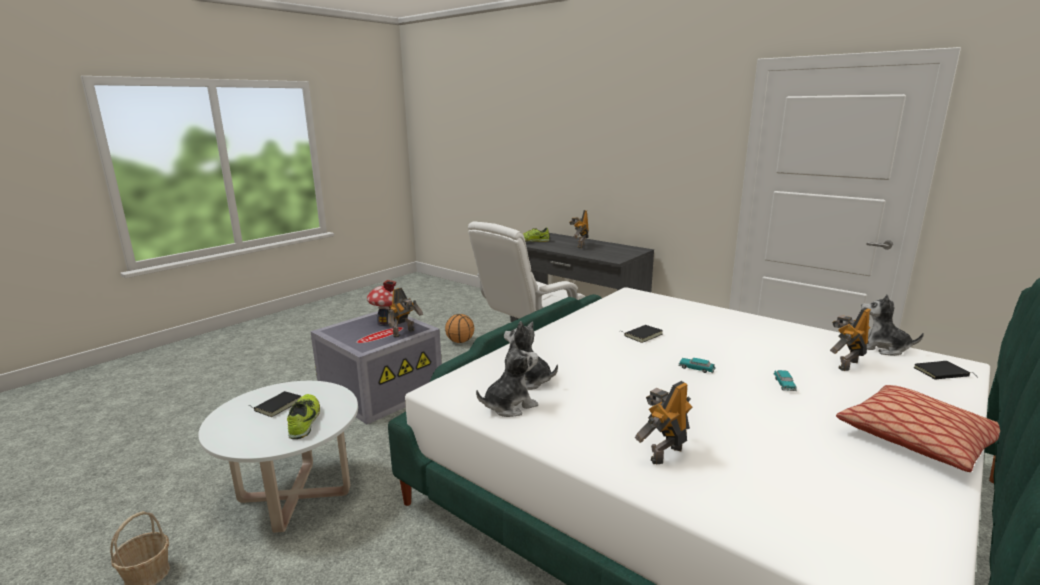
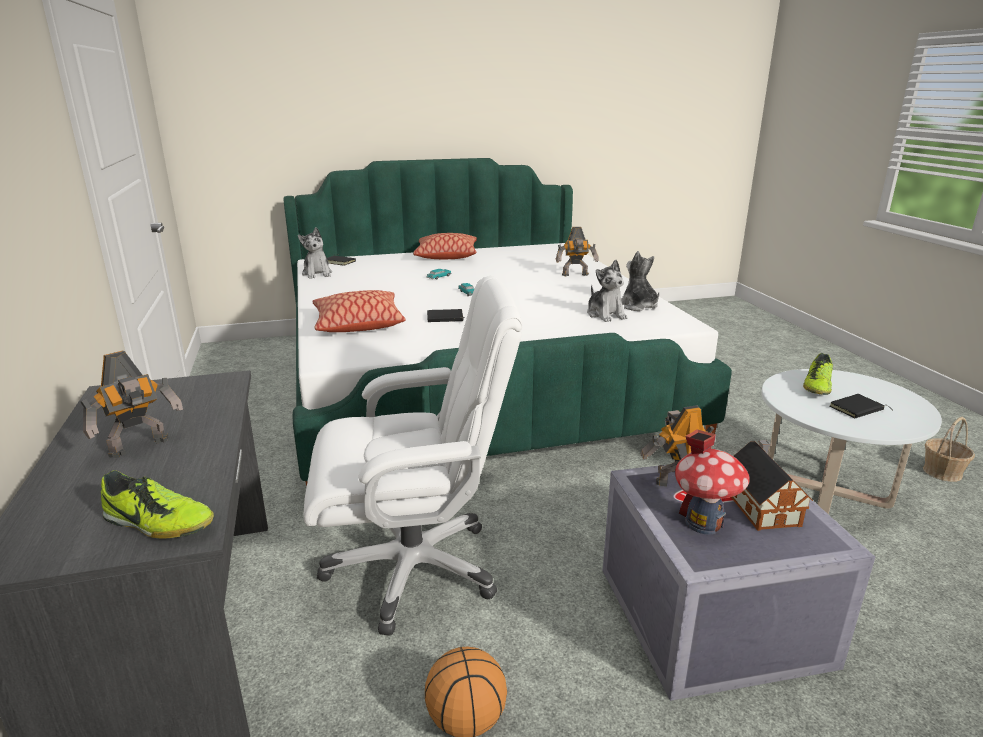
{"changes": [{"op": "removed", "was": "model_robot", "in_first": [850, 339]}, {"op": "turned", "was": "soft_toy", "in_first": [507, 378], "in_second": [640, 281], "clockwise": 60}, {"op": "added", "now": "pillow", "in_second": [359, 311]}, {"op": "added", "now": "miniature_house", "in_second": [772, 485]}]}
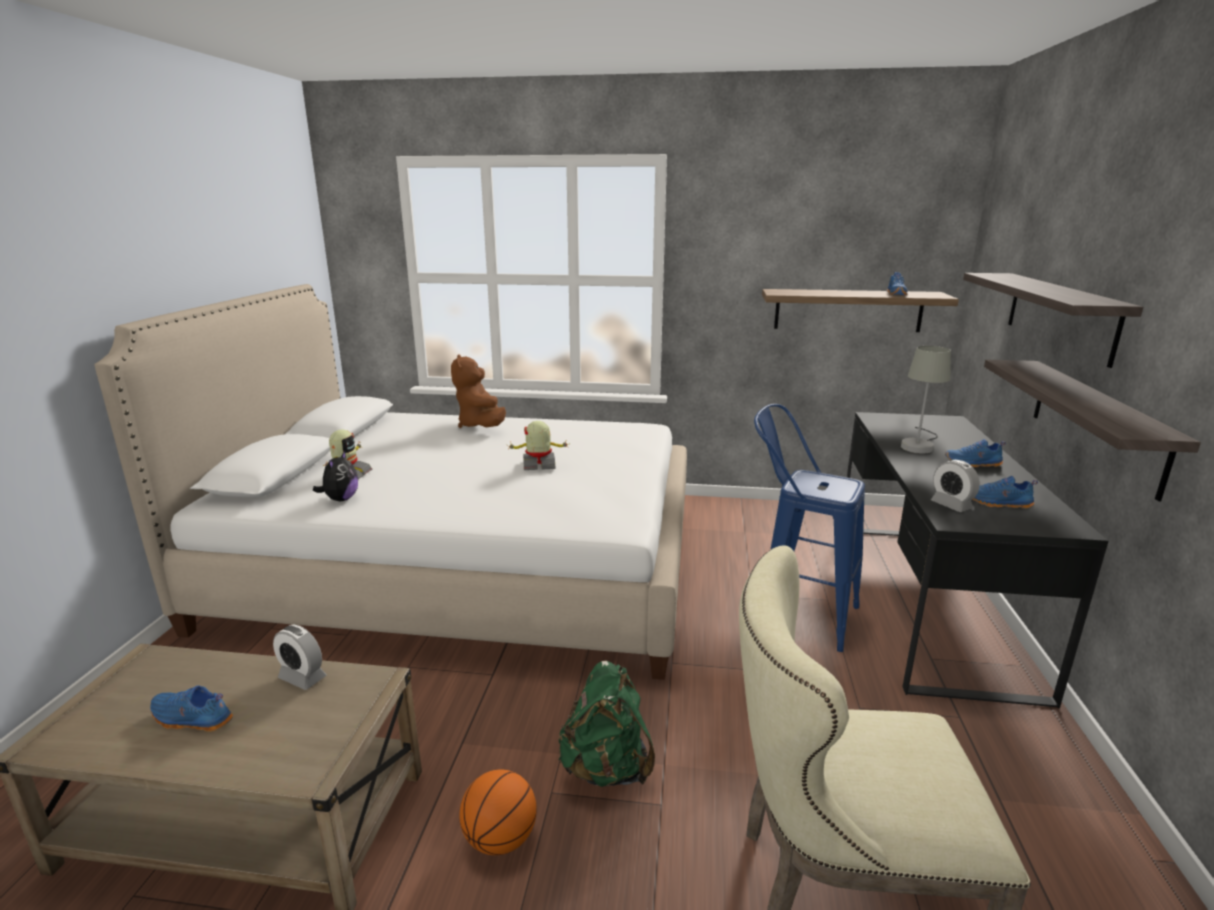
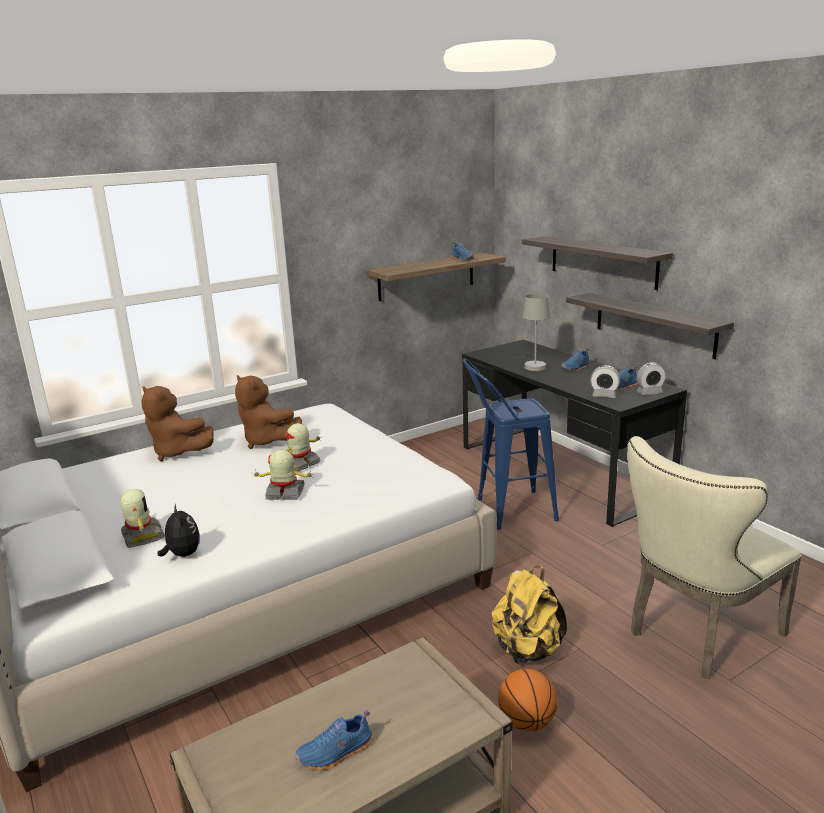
{"changes": [{"op": "moved", "was": "alarm_clock", "in_first": [300, 657], "in_second": [651, 378]}, {"op": "recoloured", "was": "green-coloured_knapsack", "now": "yellow_knapsack", "in_first": [606, 724], "in_second": [529, 615]}, {"op": "added", "now": "brown_soft_toy", "in_second": [268, 412]}, {"op": "added", "now": "model_robot", "in_second": [282, 475]}]}
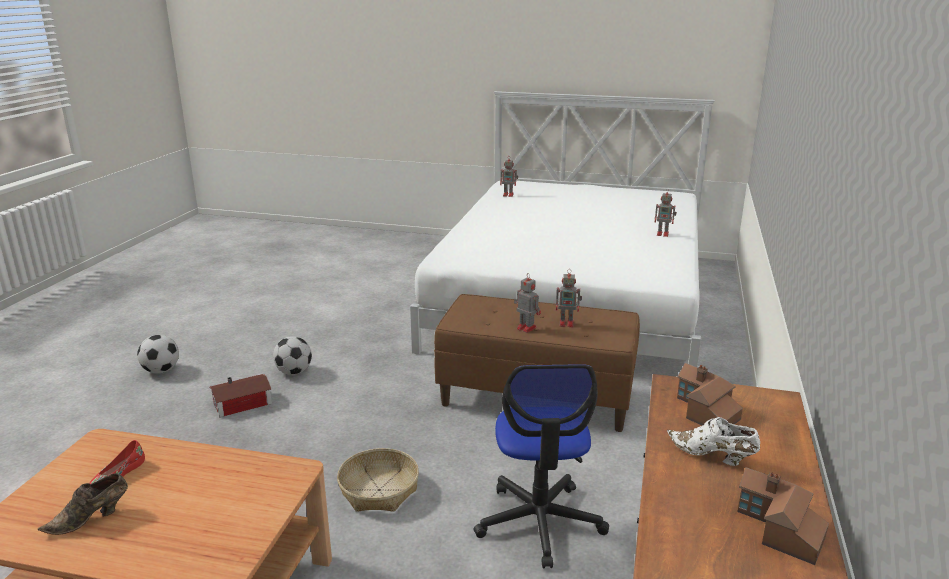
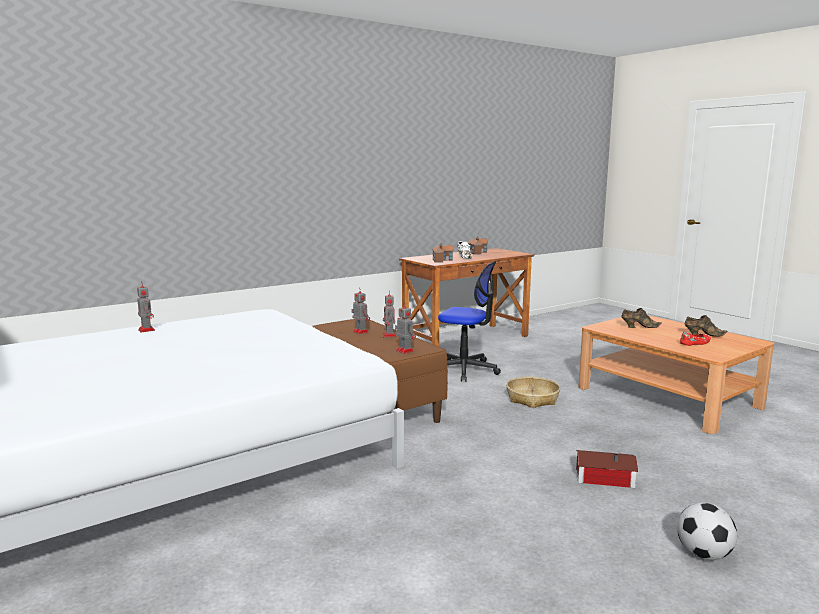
{"changes": [{"op": "moved", "was": "model_robot", "in_first": [509, 178], "in_second": [405, 328]}, {"op": "removed", "was": "football_ball", "in_first": [292, 355]}, {"op": "turned", "was": "office_chair", "in_first": [541, 466], "in_second": [469, 321], "clockwise": 75}, {"op": "added", "now": "brown_low_shoe", "in_second": [642, 318]}]}
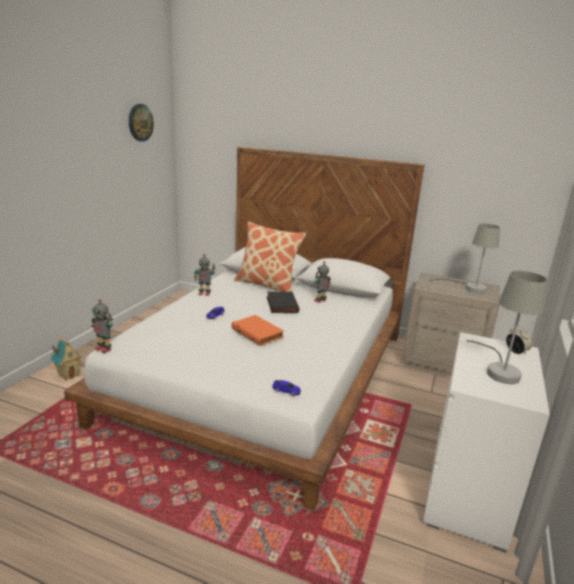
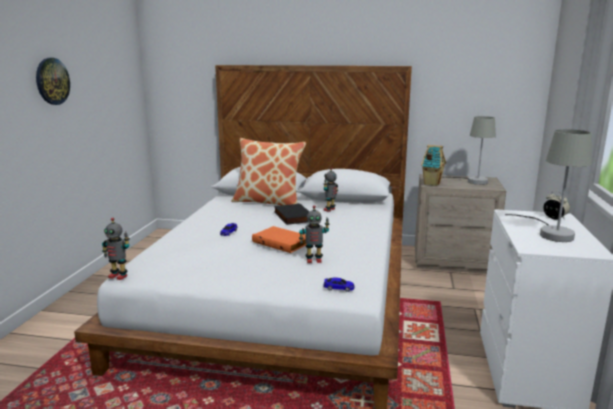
{"changes": [{"op": "moved", "was": "wall_clock", "in_first": [141, 123], "in_second": [53, 81]}, {"op": "moved", "was": "model_robot", "in_first": [204, 275], "in_second": [314, 234]}, {"op": "moved", "was": "miniature_house", "in_first": [66, 359], "in_second": [433, 165]}]}
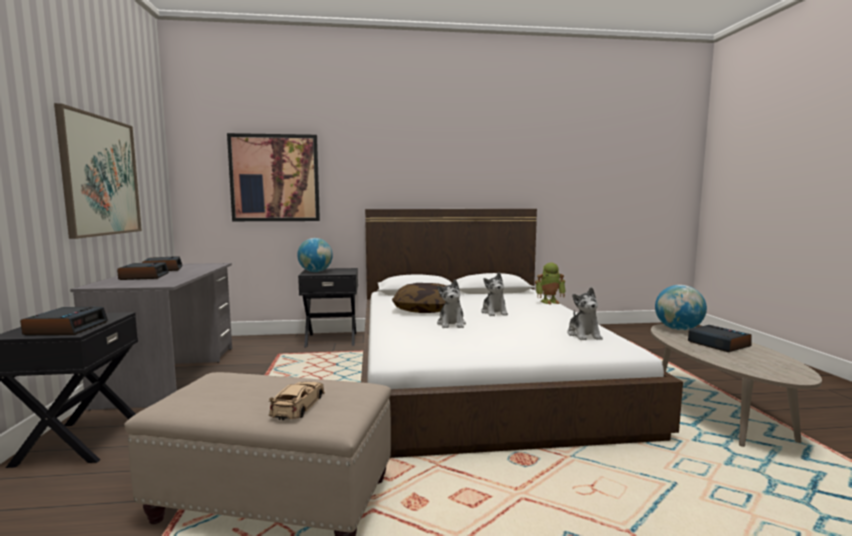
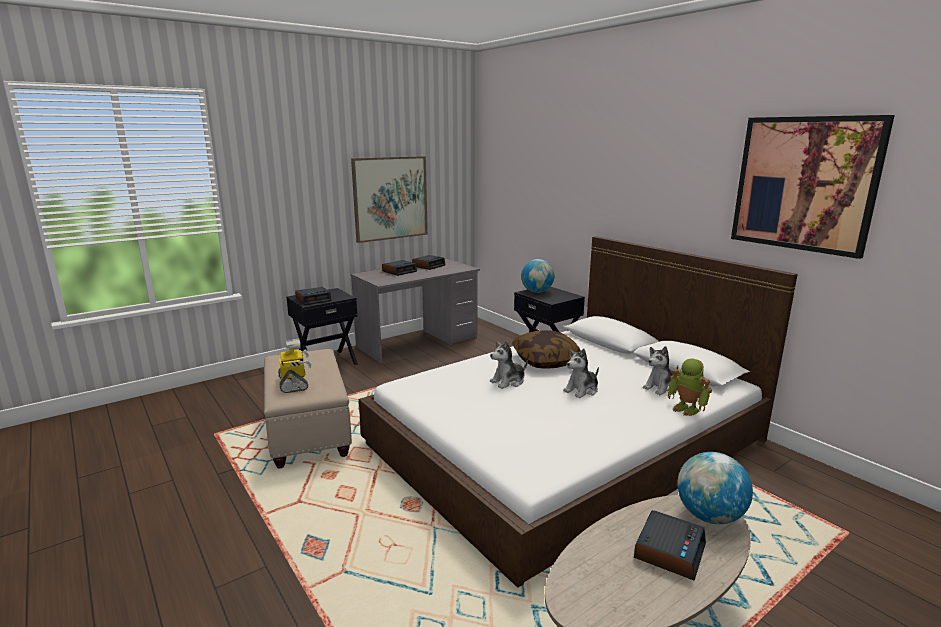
{"changes": [{"op": "moved", "was": "wall_picture", "in_first": [273, 177], "in_second": [813, 187]}, {"op": "moved", "was": "soft_toy", "in_first": [585, 313], "in_second": [660, 370]}, {"op": "replaced", "was": "sand-coloured_model_car", "now": "model_robot", "in_first": [297, 401], "in_second": [294, 366]}]}
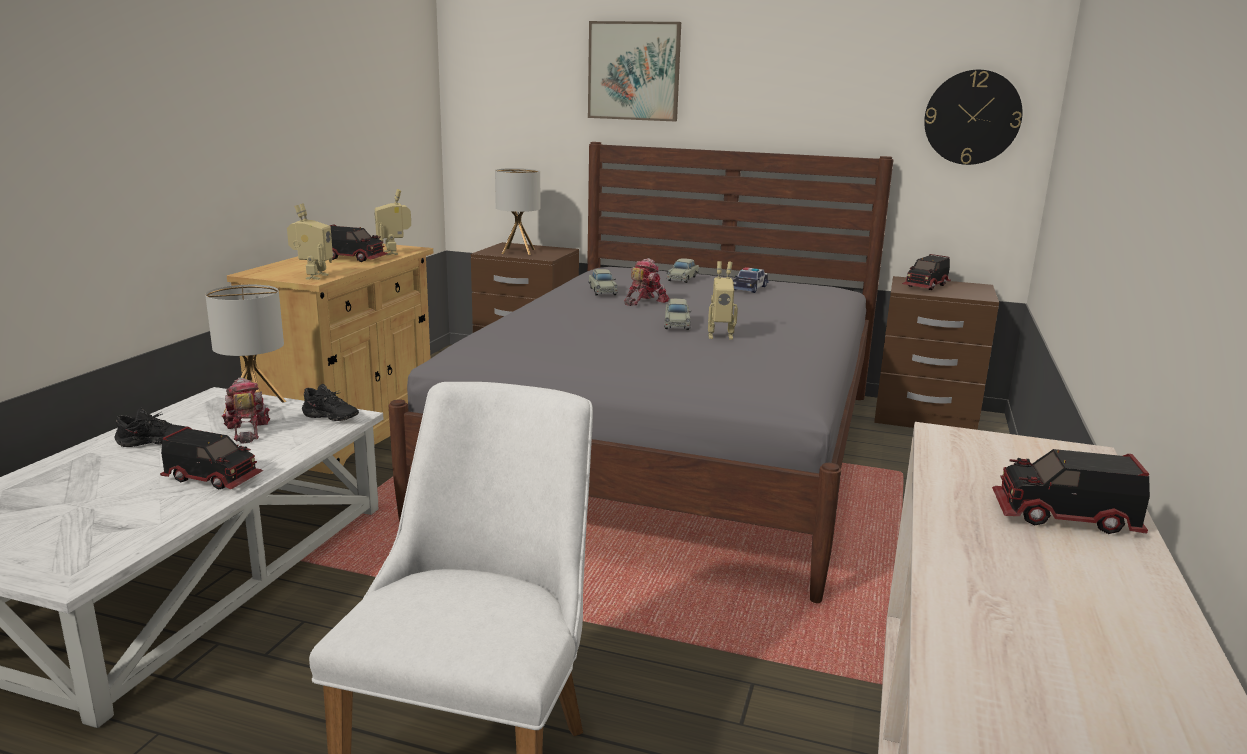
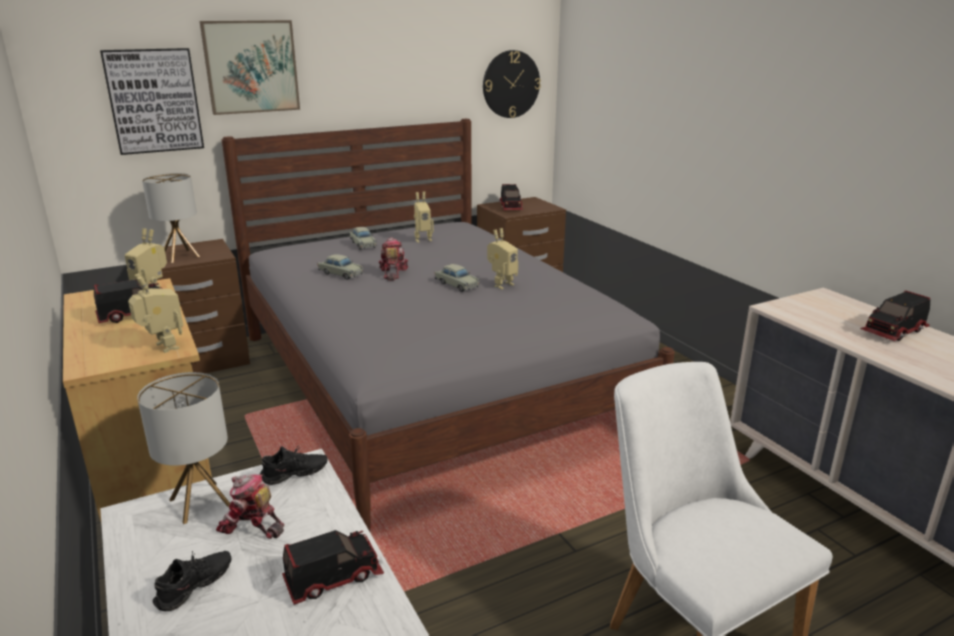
{"changes": [{"op": "replaced", "was": "model_car", "now": "model_robot", "in_first": [751, 280], "in_second": [424, 217]}, {"op": "added", "now": "wall_picture", "in_second": [152, 101]}]}
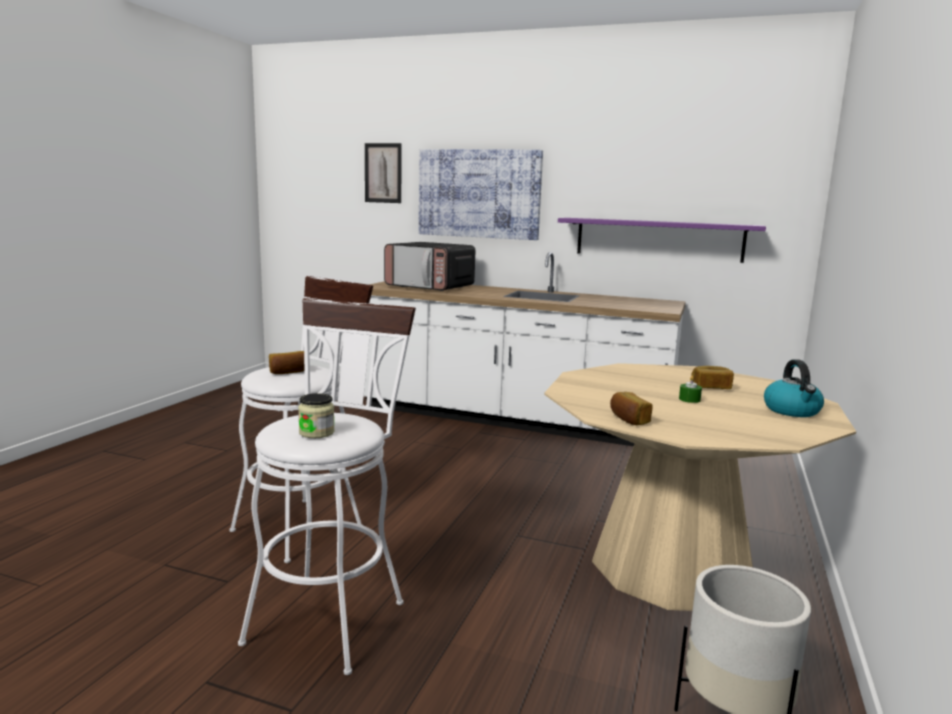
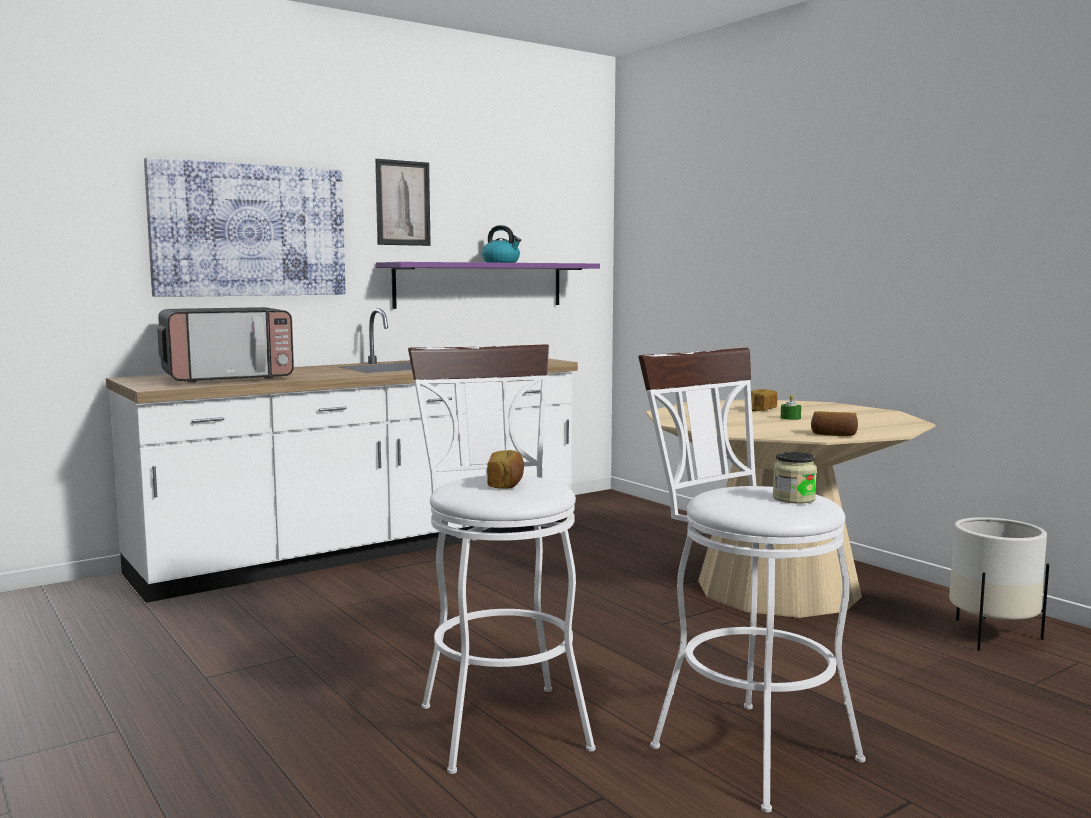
{"changes": [{"op": "moved", "was": "wall_picture", "in_first": [383, 173], "in_second": [403, 202]}, {"op": "moved", "was": "water_kettle", "in_first": [794, 388], "in_second": [501, 244]}]}
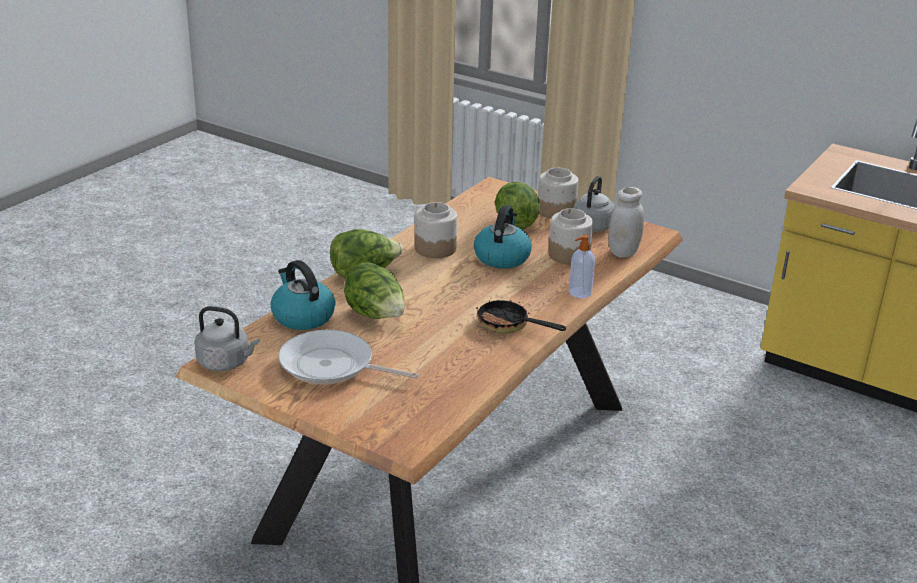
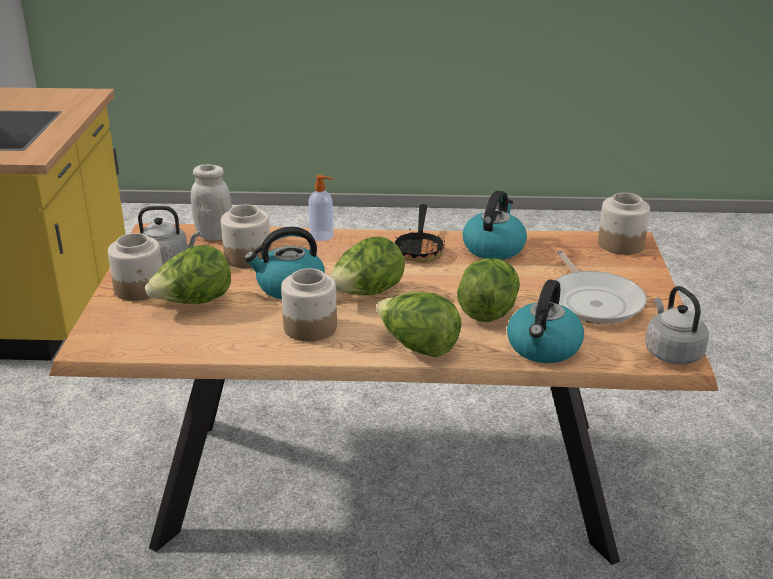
{"changes": [{"op": "added", "now": "water_kettle", "in_second": [495, 225]}, {"op": "added", "now": "preserve_jar", "in_second": [624, 224]}, {"op": "added", "now": "lettuce_head", "in_second": [367, 266]}]}
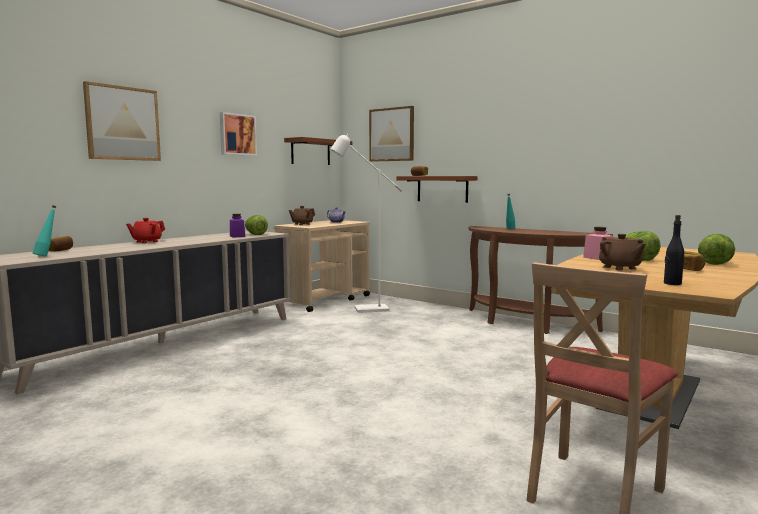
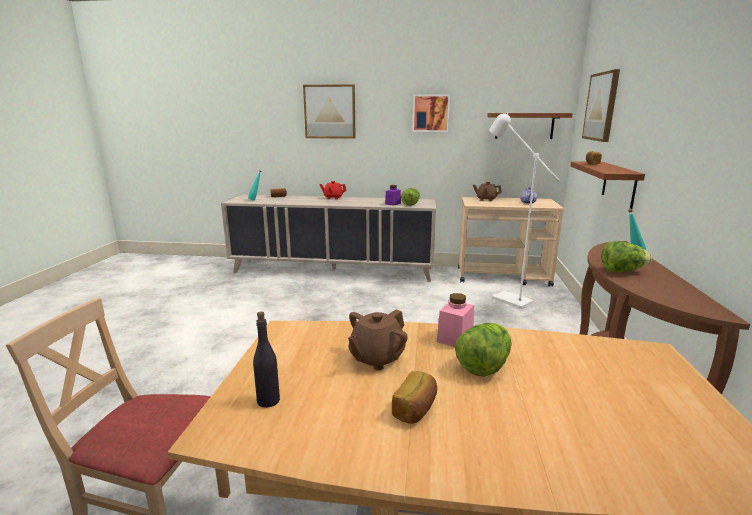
{"changes": [{"op": "moved", "was": "lettuce_head", "in_first": [716, 249], "in_second": [626, 256]}]}
